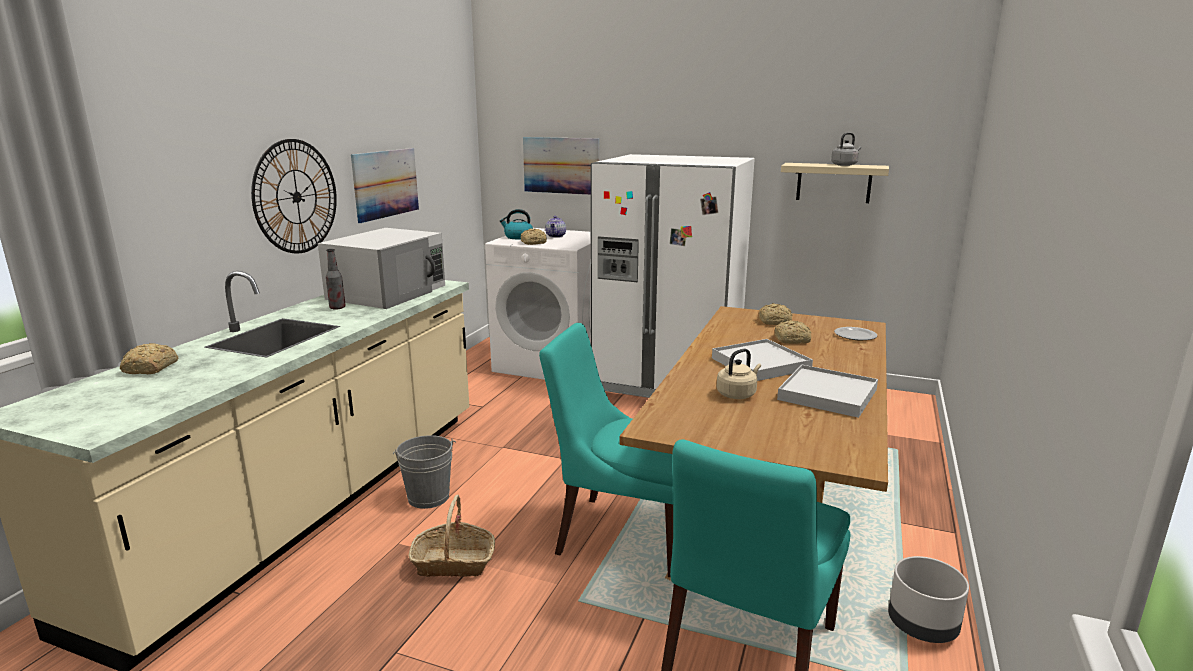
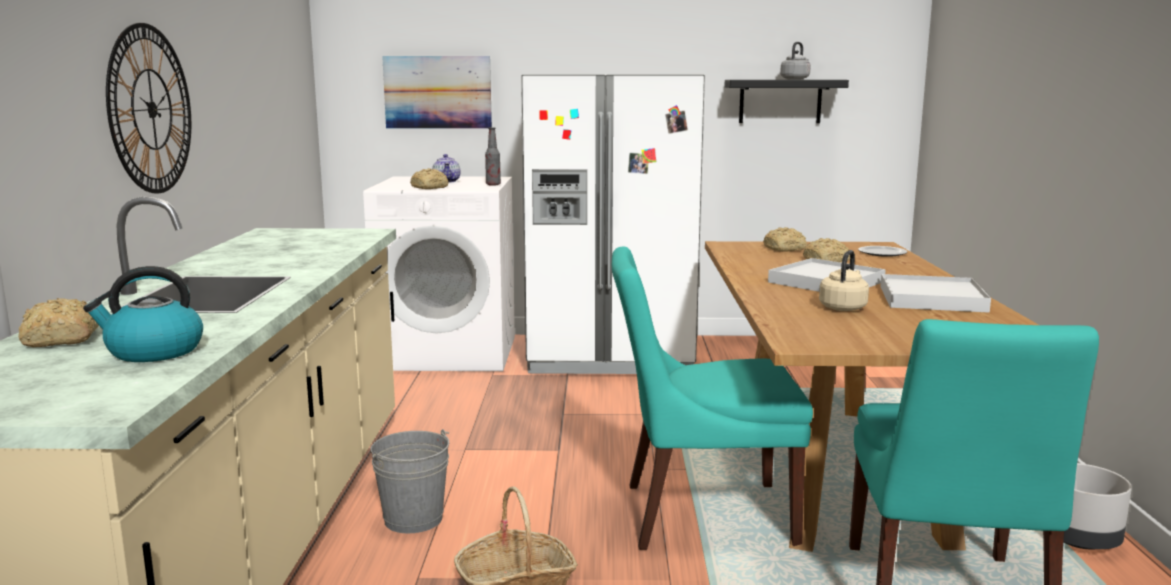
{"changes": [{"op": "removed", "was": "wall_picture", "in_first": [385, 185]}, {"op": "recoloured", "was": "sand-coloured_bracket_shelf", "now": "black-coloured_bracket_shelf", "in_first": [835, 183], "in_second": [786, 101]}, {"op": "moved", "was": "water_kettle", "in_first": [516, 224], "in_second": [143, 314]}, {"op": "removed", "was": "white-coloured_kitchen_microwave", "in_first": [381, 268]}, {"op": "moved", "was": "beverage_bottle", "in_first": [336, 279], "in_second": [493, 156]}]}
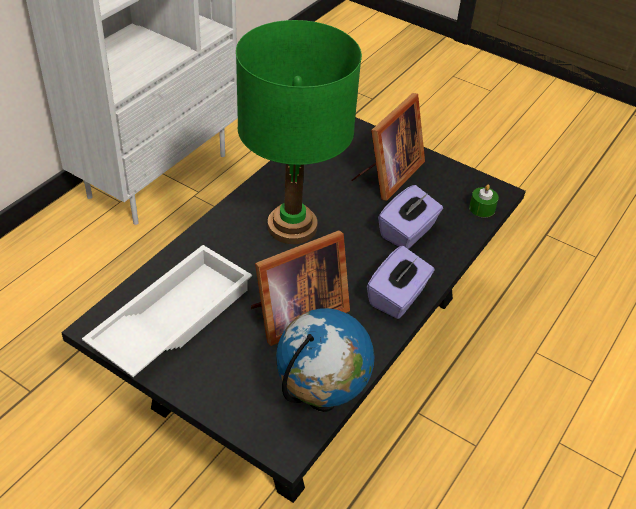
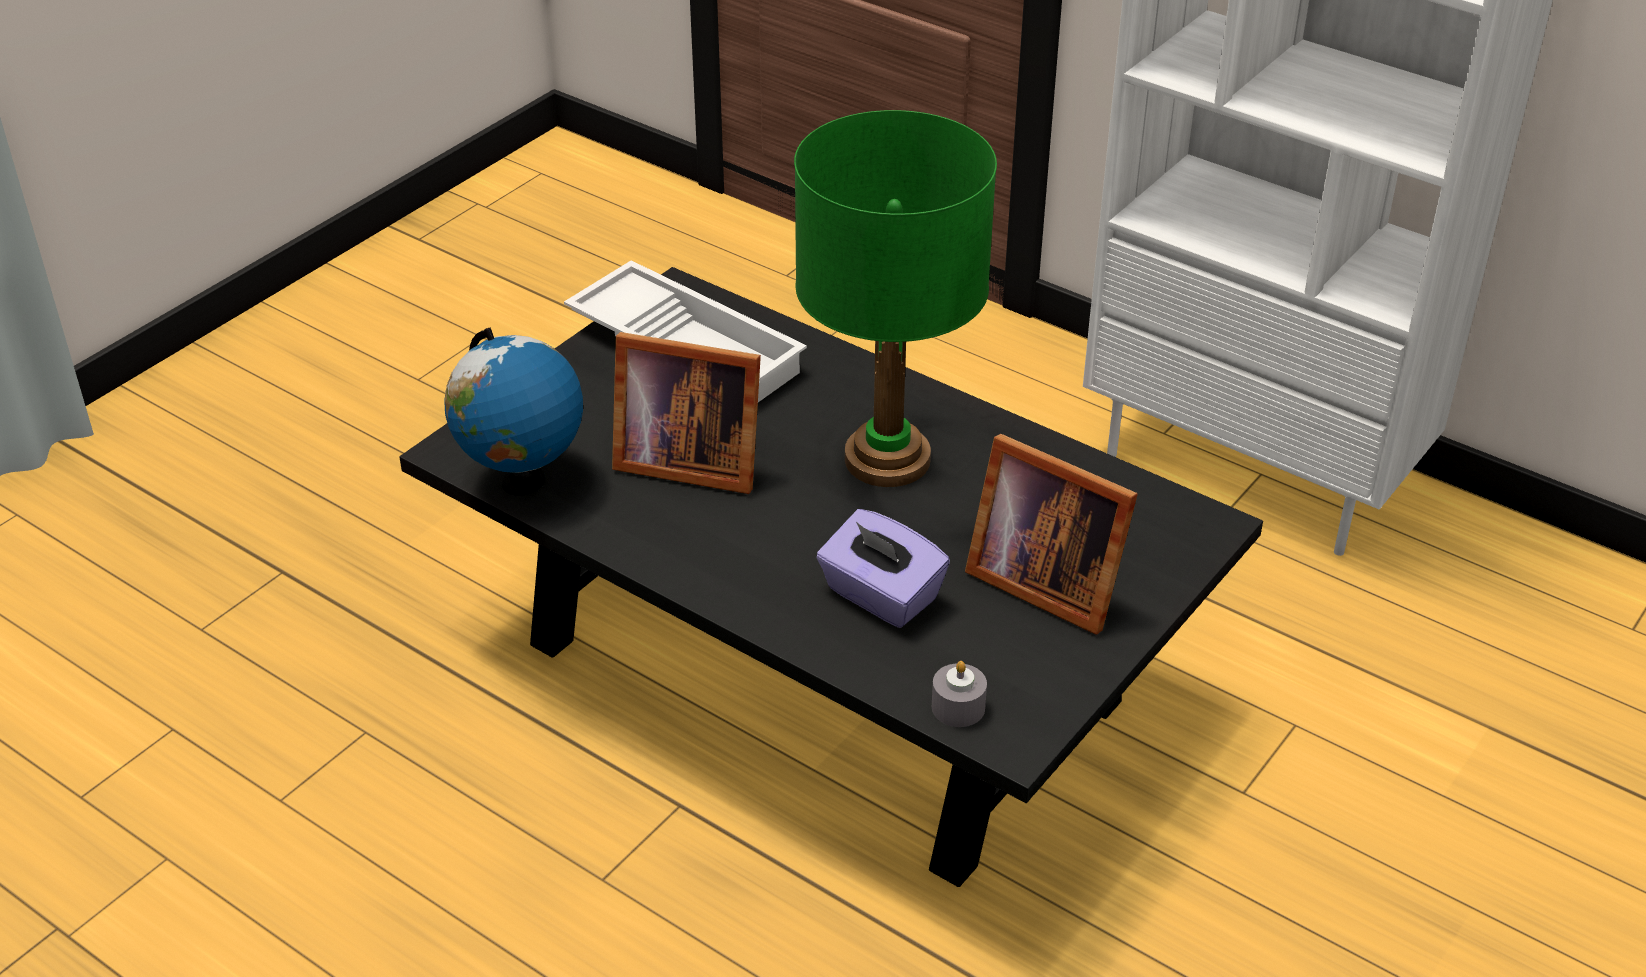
{"changes": [{"op": "recoloured", "was": "green-coloured_candle", "now": "greyish_candle", "in_first": [484, 201], "in_second": [959, 694]}, {"op": "turned", "was": "photo_frame", "in_first": [300, 288], "in_second": [686, 413], "clockwise": -45}, {"op": "removed", "was": "purplish_tissue_box", "in_first": [401, 282]}]}
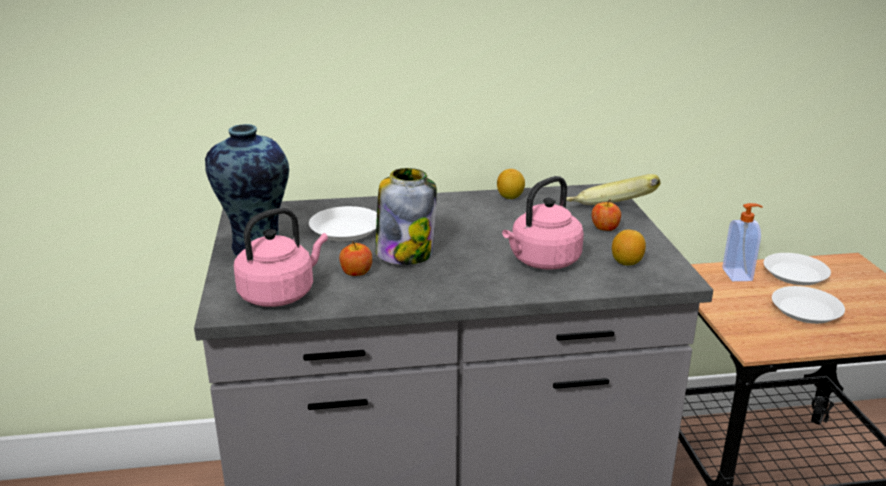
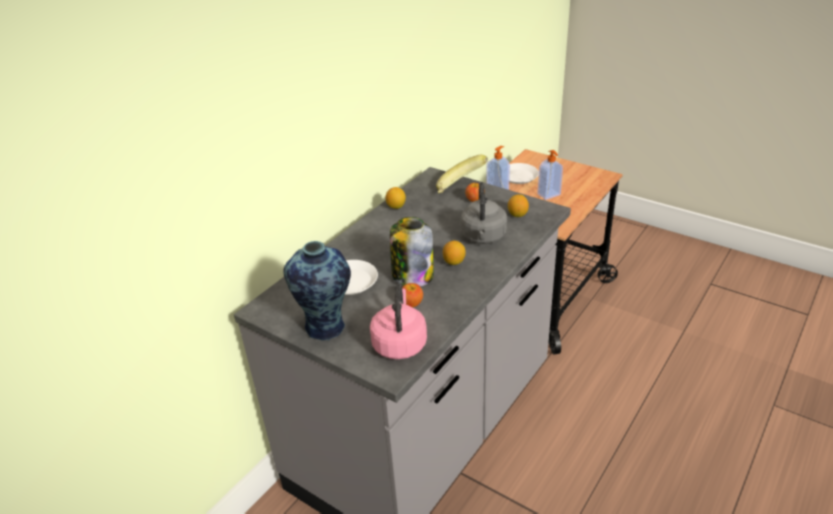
{"changes": [{"op": "recoloured", "was": "pinkish_water_kettle", "now": "greyish_water_kettle", "in_first": [543, 223], "in_second": [483, 213]}, {"op": "replaced", "was": "white-coloured_plate", "now": "soap_dispenser", "in_first": [808, 305], "in_second": [550, 175]}, {"op": "added", "now": "citrus_fruit", "in_second": [454, 253]}]}
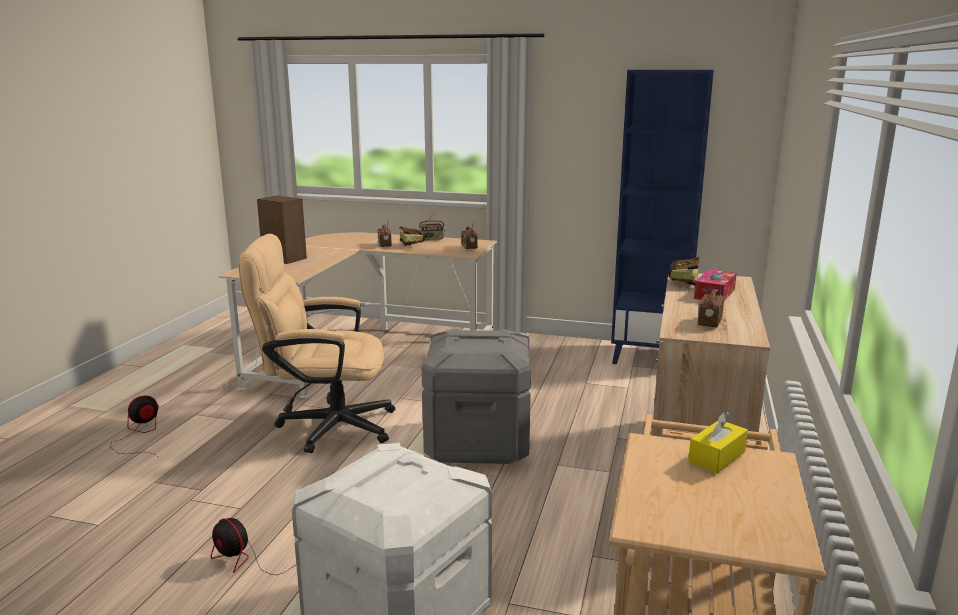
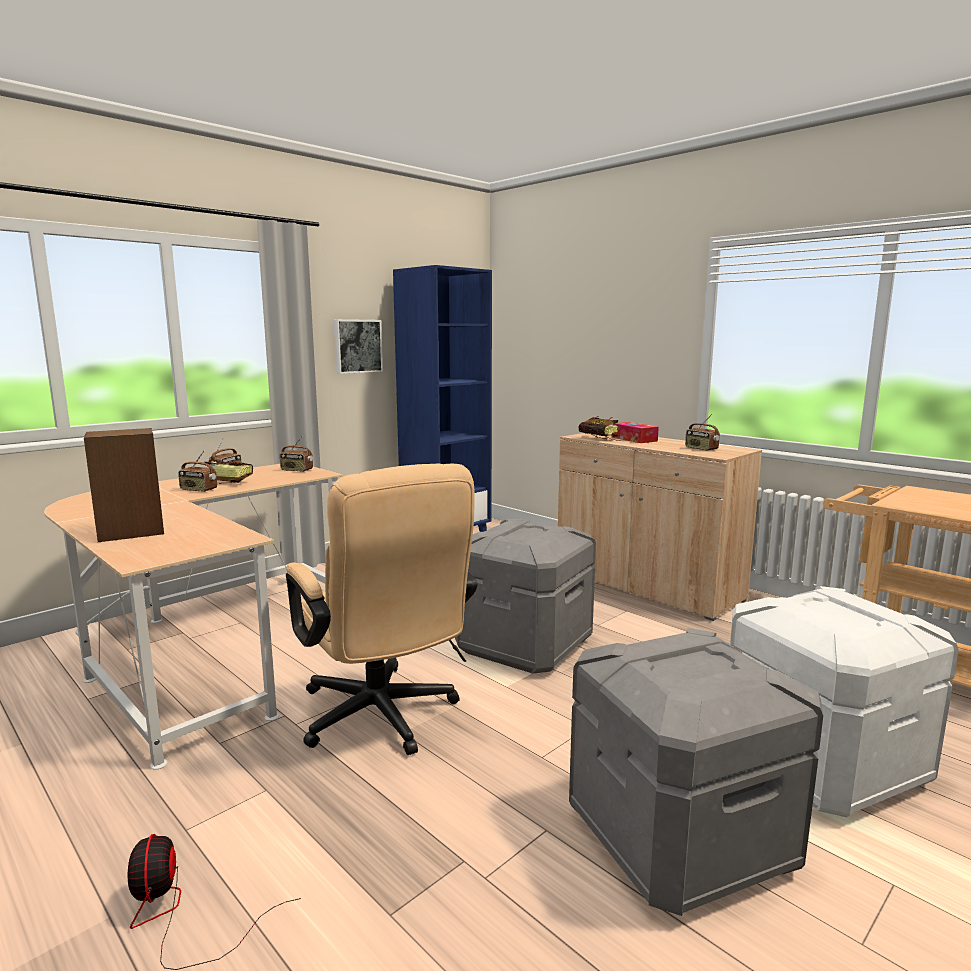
{"changes": [{"op": "turned", "was": "sand-coloured_office_chair", "in_first": [316, 343], "in_second": [381, 609], "clockwise": -60}, {"op": "removed", "was": "yellow_tissue_box", "in_first": [718, 442]}, {"op": "replaced", "was": "cooling_fan", "now": "greyish_storage_container", "in_first": [252, 546], "in_second": [696, 772]}, {"op": "added", "now": "wall_picture", "in_second": [358, 346]}]}
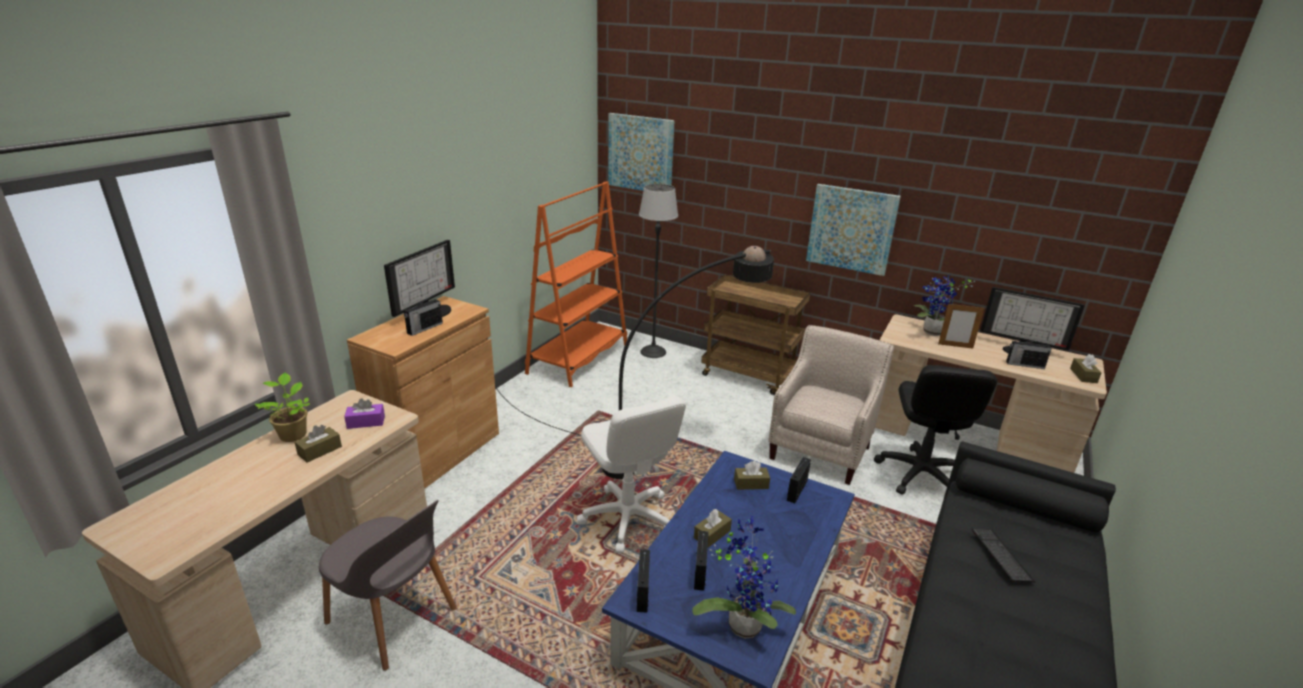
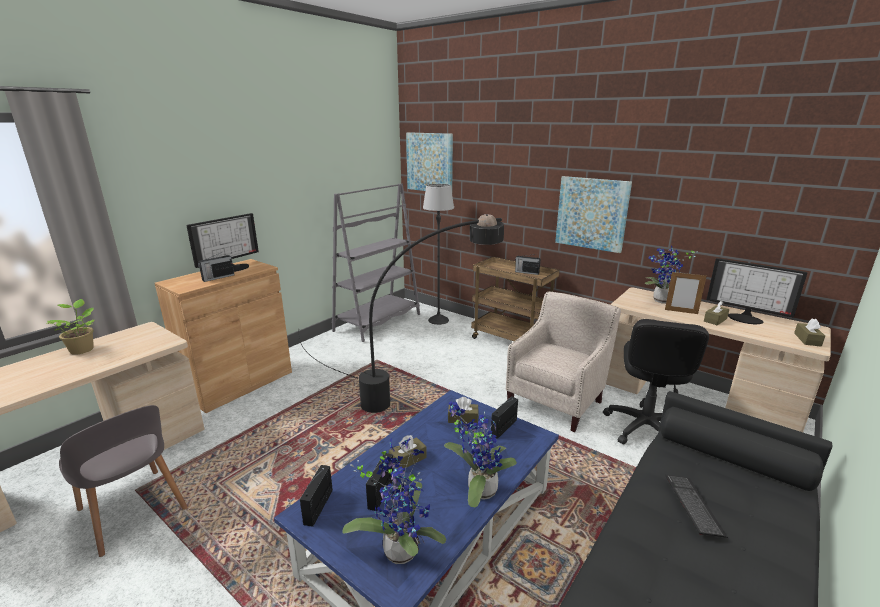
{"changes": [{"op": "recoloured", "was": "orange_bookcase", "now": "greyish_bookcase", "in_first": [576, 284], "in_second": [376, 262]}, {"op": "moved", "was": "radio", "in_first": [1029, 354], "in_second": [528, 264]}, {"op": "removed", "was": "white-coloured_office_chair", "in_first": [631, 475]}, {"op": "removed", "was": "purplish_tissue_box", "in_first": [364, 413]}, {"op": "moved", "was": "brown_tissue_box", "in_first": [318, 443], "in_second": [716, 313]}, {"op": "added", "now": "plant_in_a_pot", "in_second": [480, 454]}]}
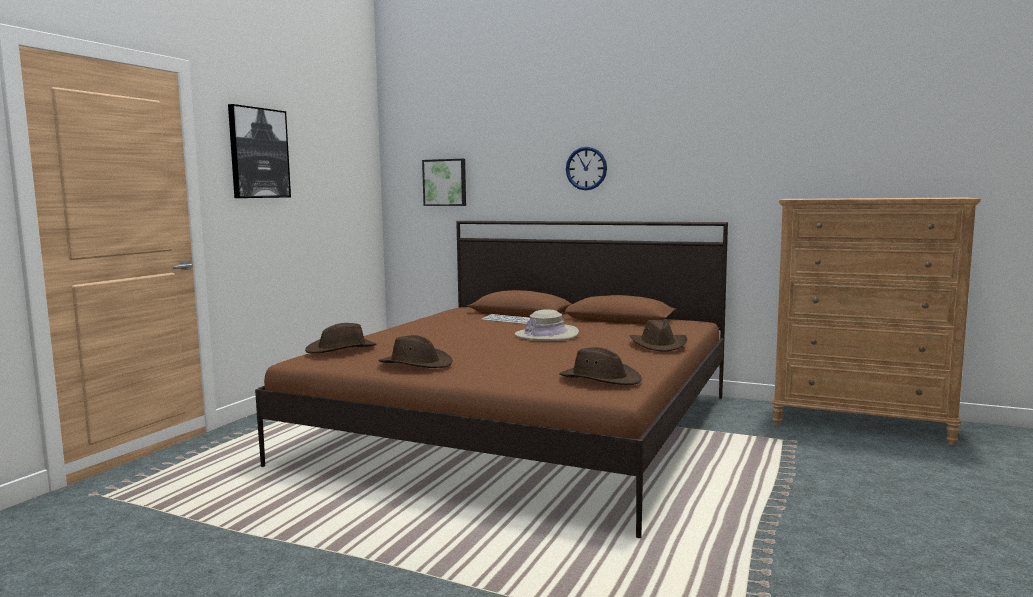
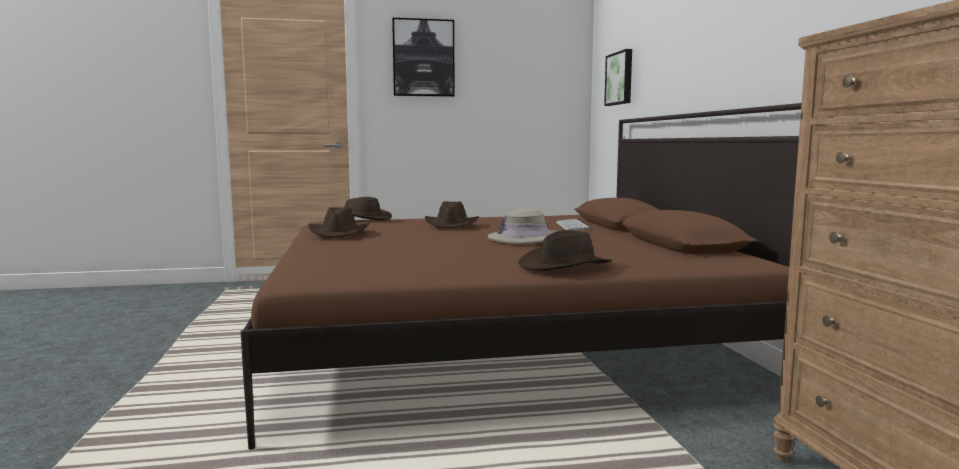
{"changes": [{"op": "removed", "was": "wall_clock", "in_first": [586, 168]}, {"op": "moved", "was": "brown_wearable_hat", "in_first": [600, 366], "in_second": [452, 215]}]}
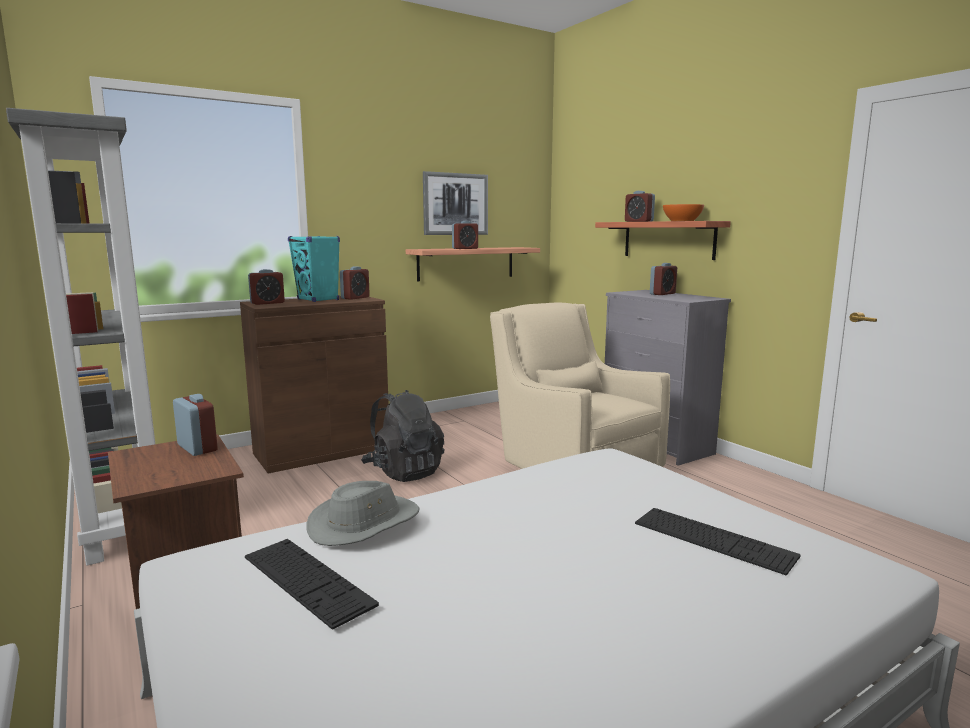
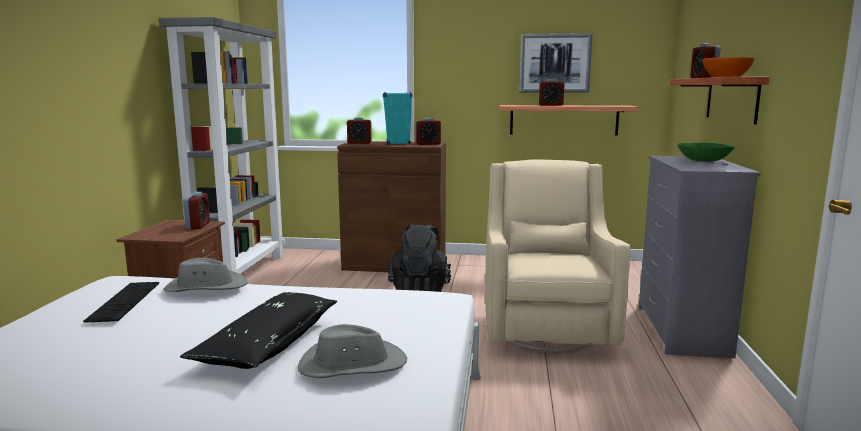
{"changes": [{"op": "replaced", "was": "alarm_clock", "now": "green-coloured_bowl", "in_first": [663, 279], "in_second": [706, 152]}, {"op": "replaced", "was": "computer_keyboard", "now": "greyish_wearable_hat", "in_first": [717, 541], "in_second": [352, 351]}, {"op": "added", "now": "black-coloured_pillow", "in_second": [258, 330]}]}
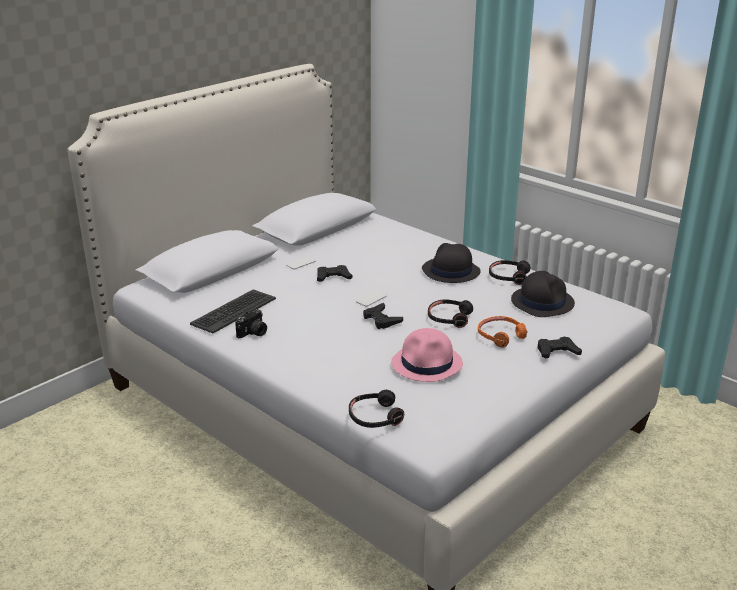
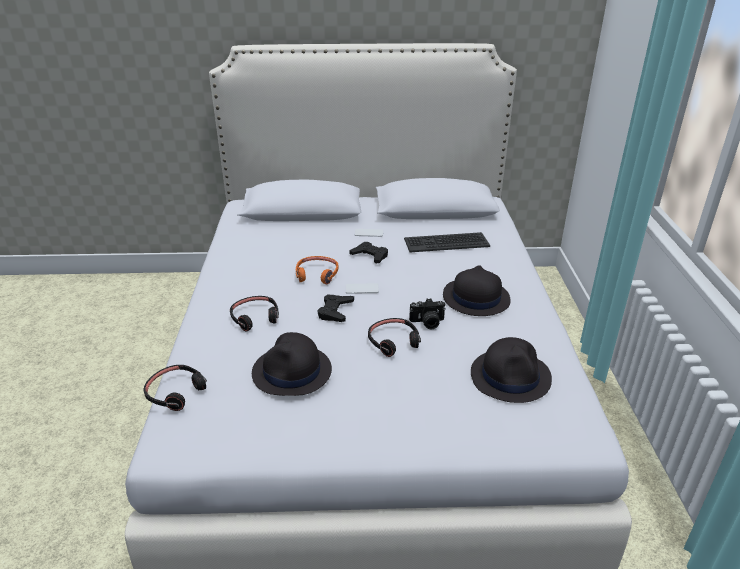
{"changes": [{"op": "moved", "was": "black-coloured_headset", "in_first": [510, 272], "in_second": [254, 314]}, {"op": "moved", "was": "computer_keyboard", "in_first": [233, 311], "in_second": [447, 242]}, {"op": "moved", "was": "still_camera", "in_first": [251, 323], "in_second": [427, 313]}, {"op": "moved", "was": "orange_headset", "in_first": [503, 332], "in_second": [317, 270]}, {"op": "recoloured", "was": "pinkish_wearable_hat", "now": "black-coloured_wearable_hat", "in_first": [427, 355], "in_second": [292, 364]}, {"op": "removed", "was": "black-coloured_game_controller", "in_first": [560, 348]}]}
